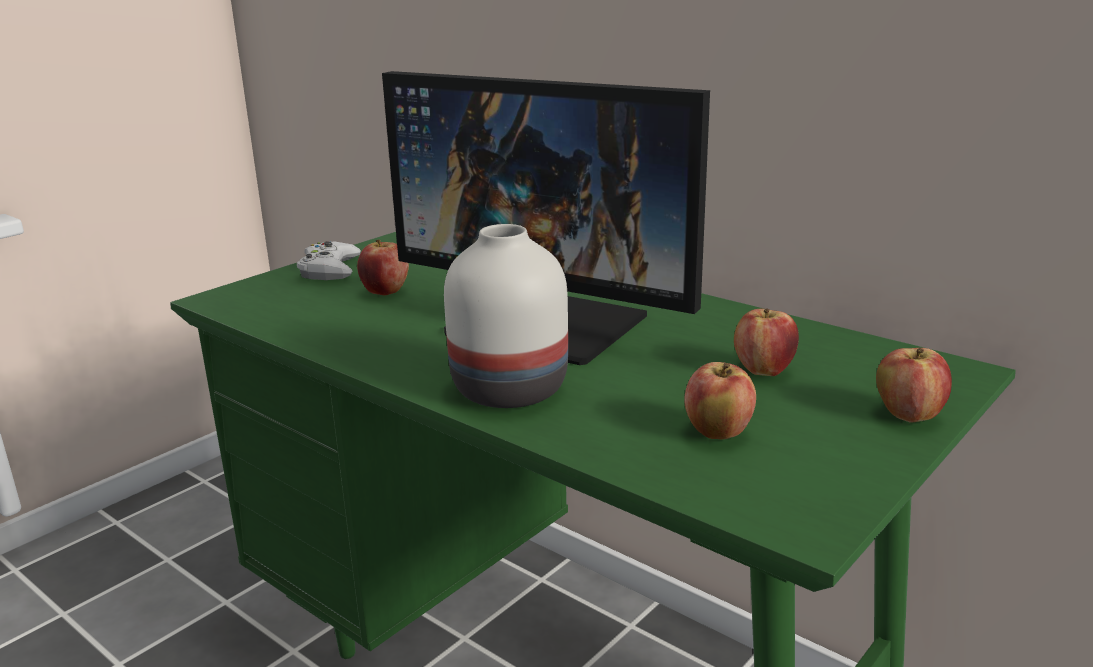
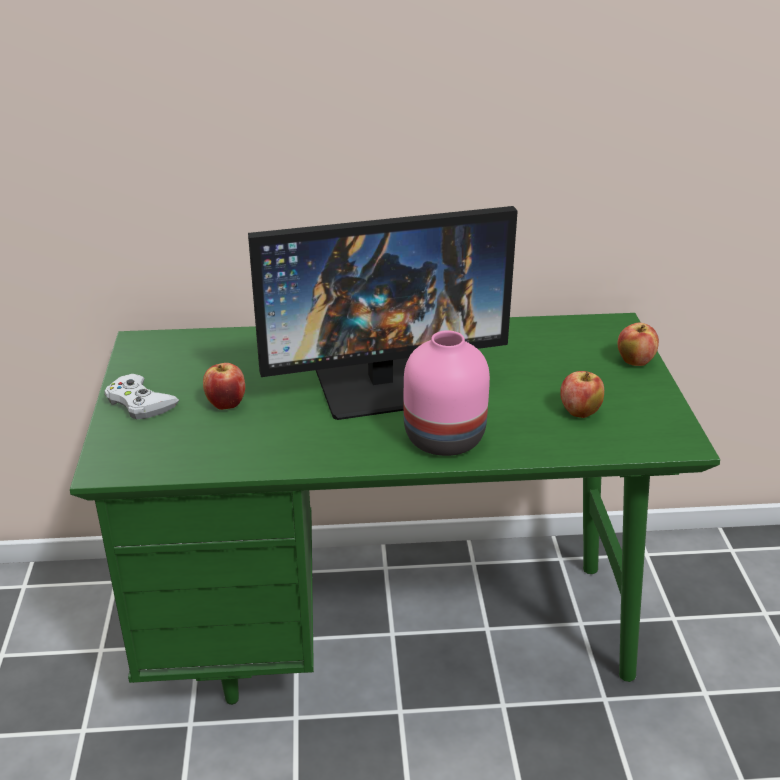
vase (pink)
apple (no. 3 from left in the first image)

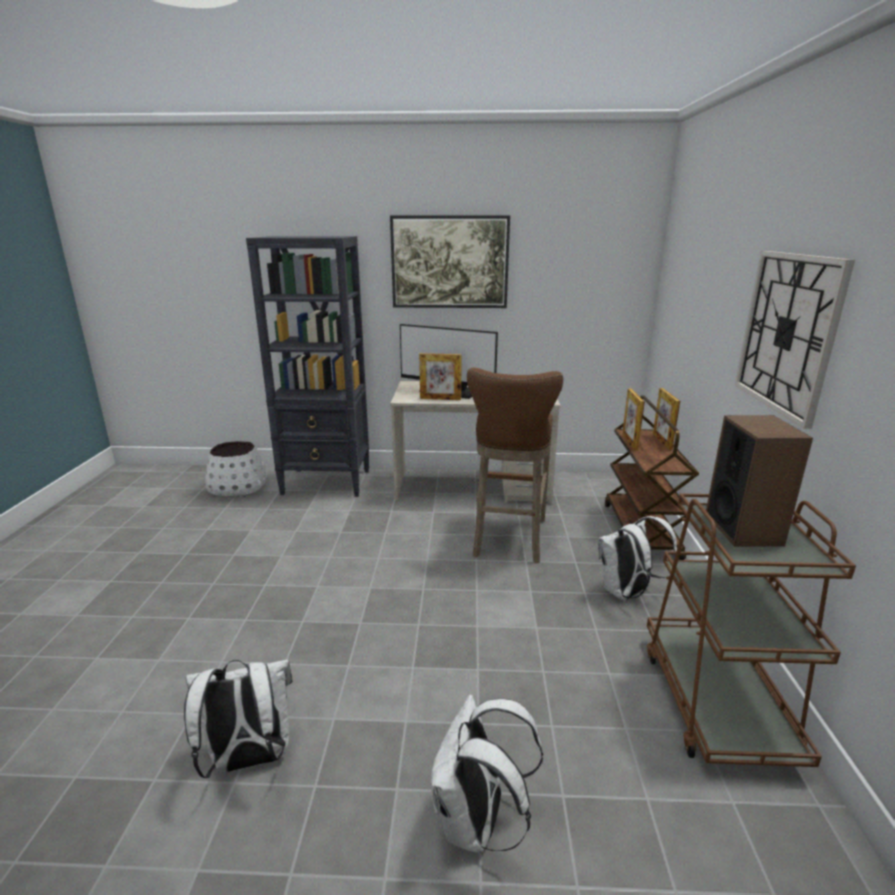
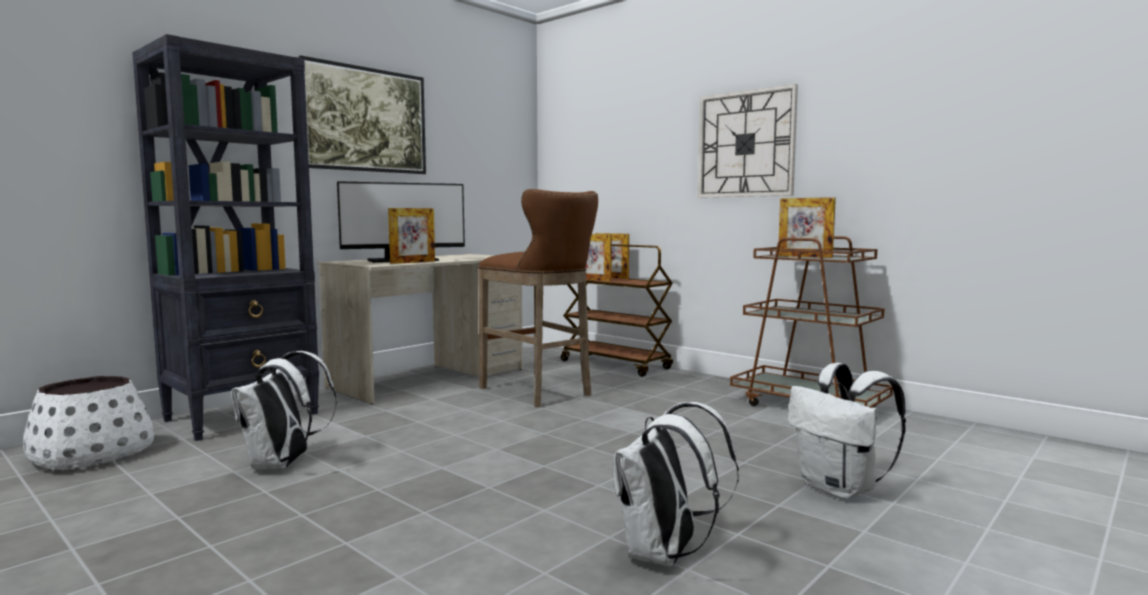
backpack (white) (no. 1 from left)
picture frame (no. 4 from left)

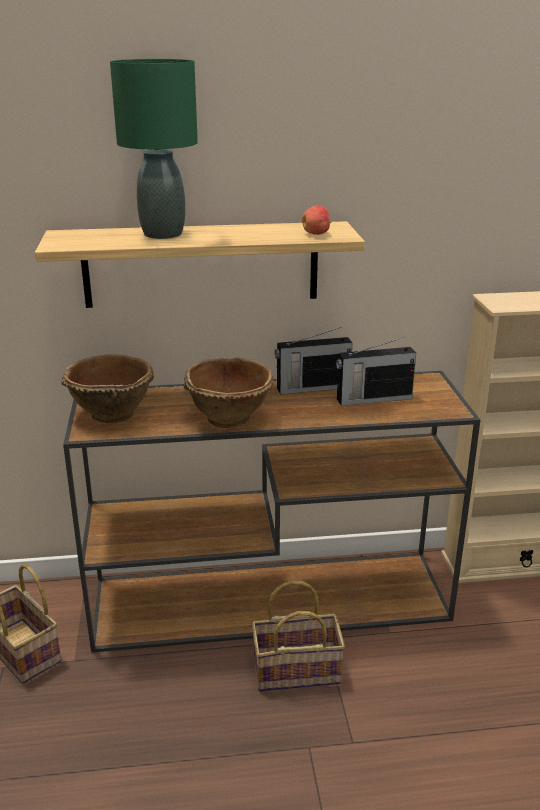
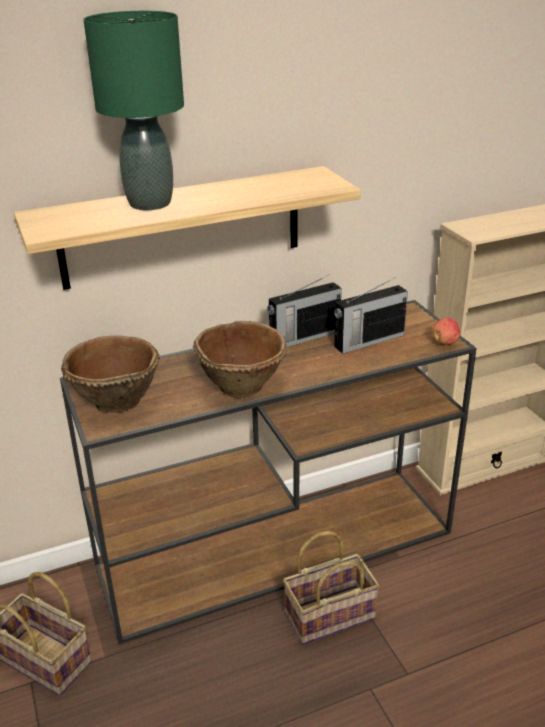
apple

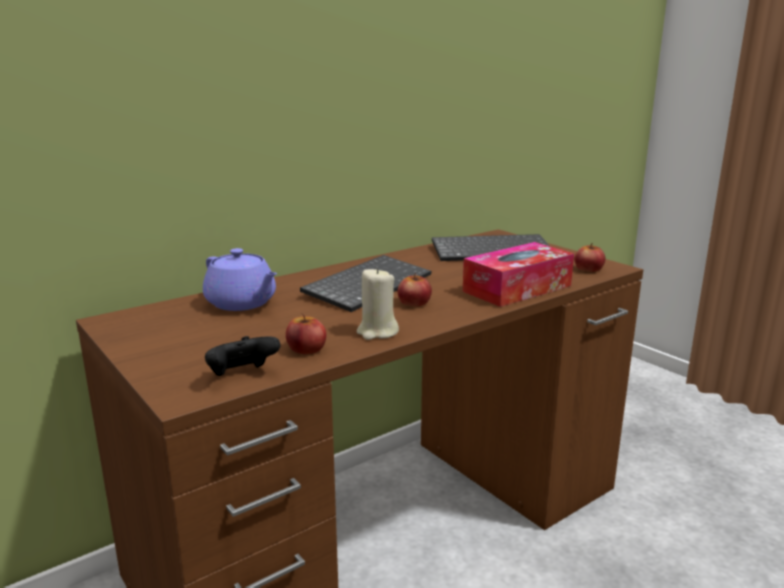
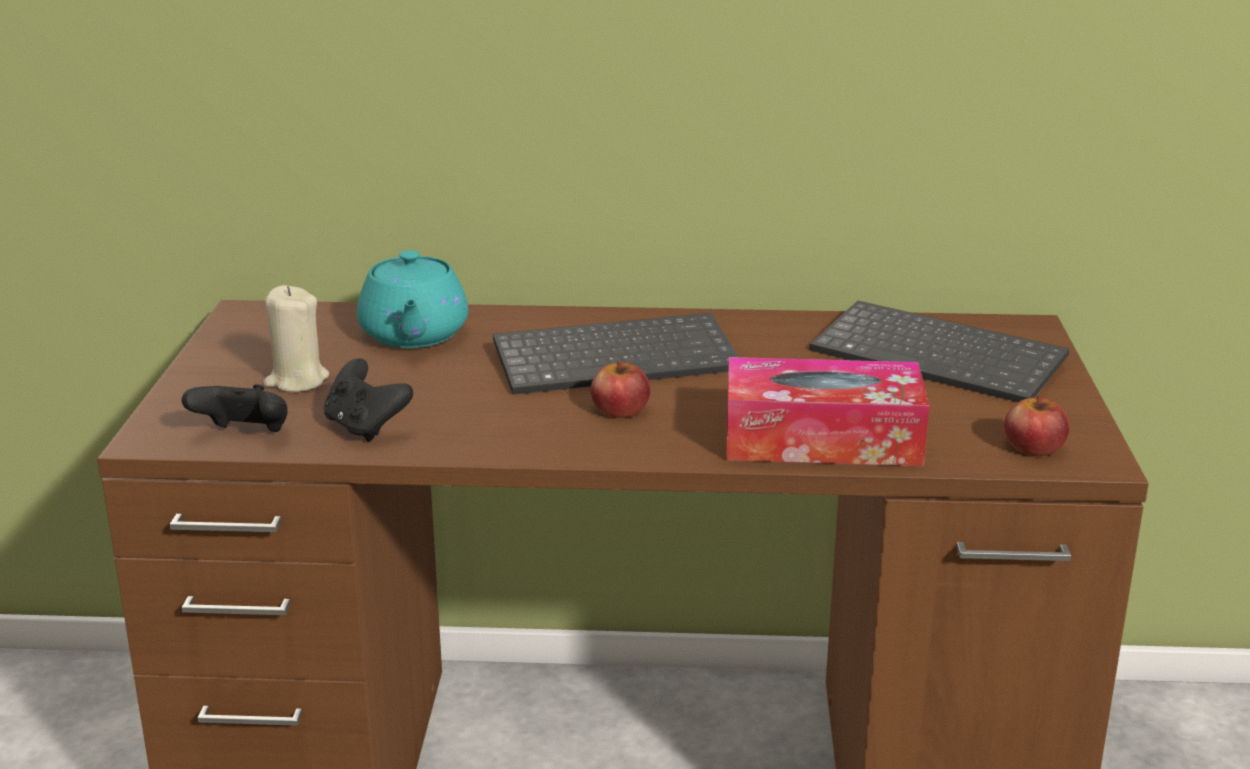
candle (beige)
game controller (black) (no. 2 from left)
teapot (turquoise)

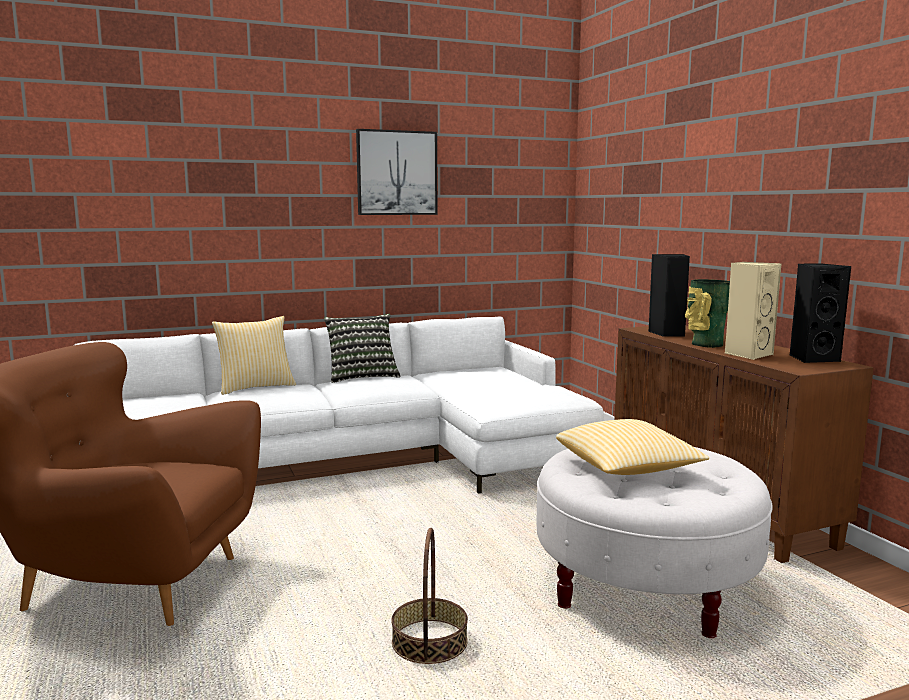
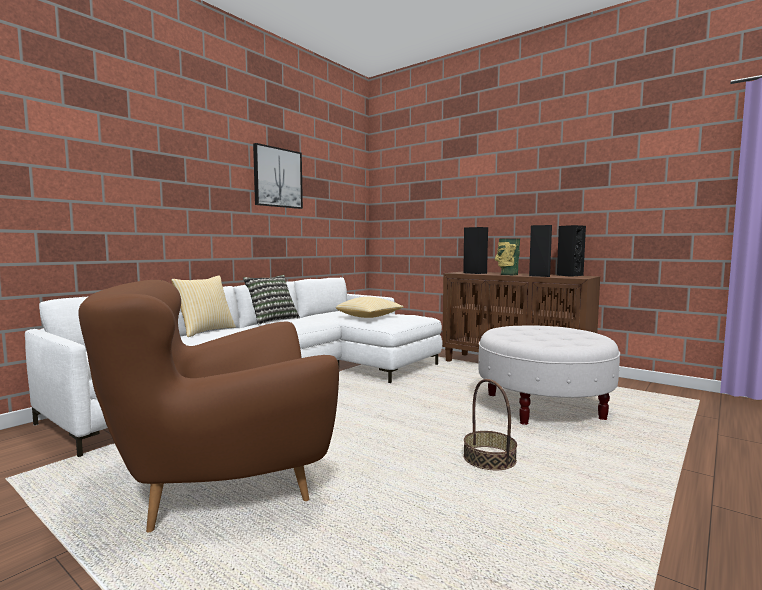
pillow (no. 3 from left)
speaker (black) (no. 2 from left)

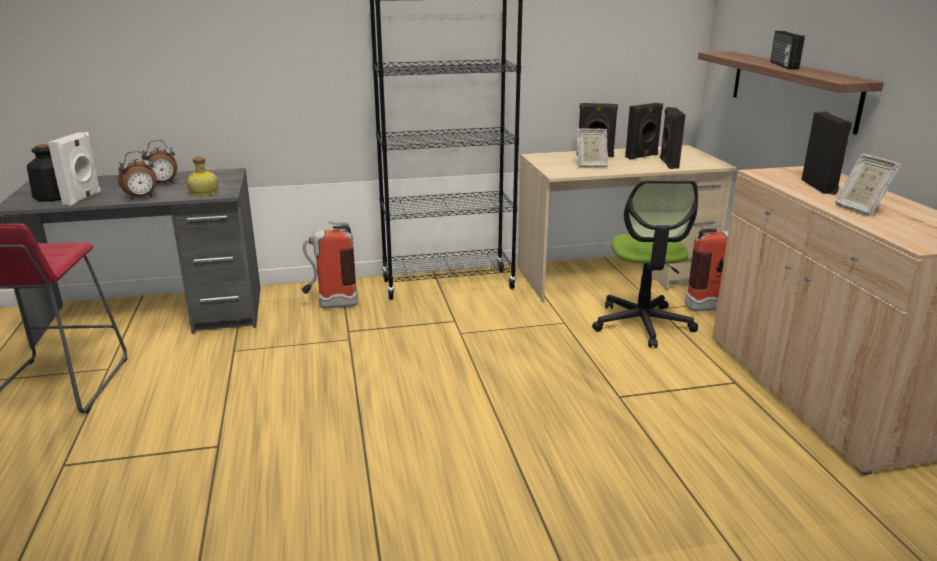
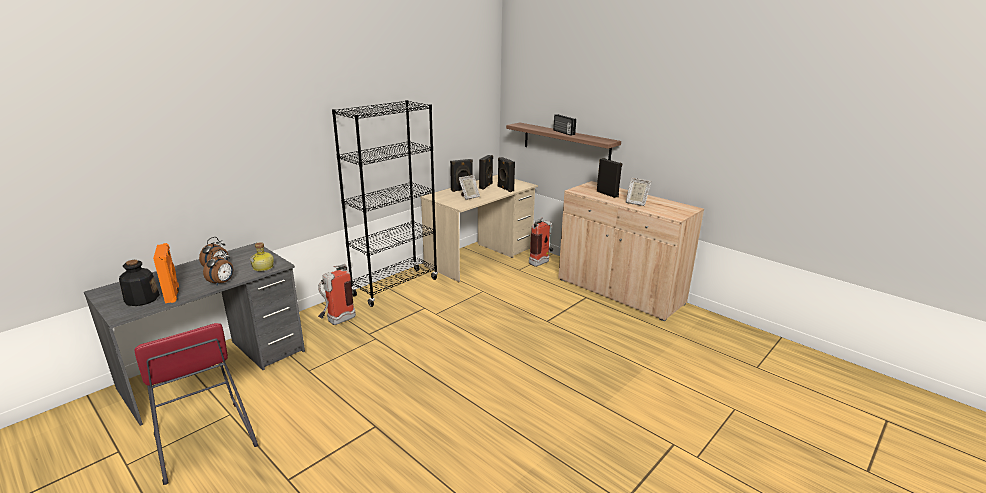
speaker (orange)
office chair

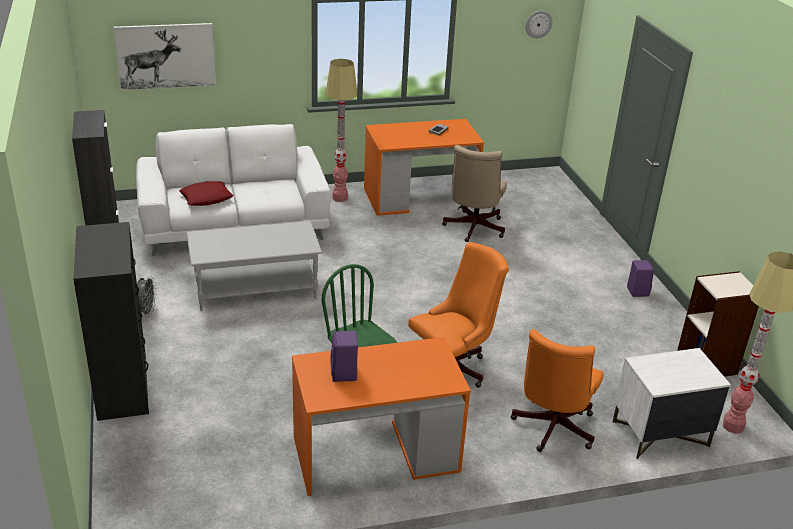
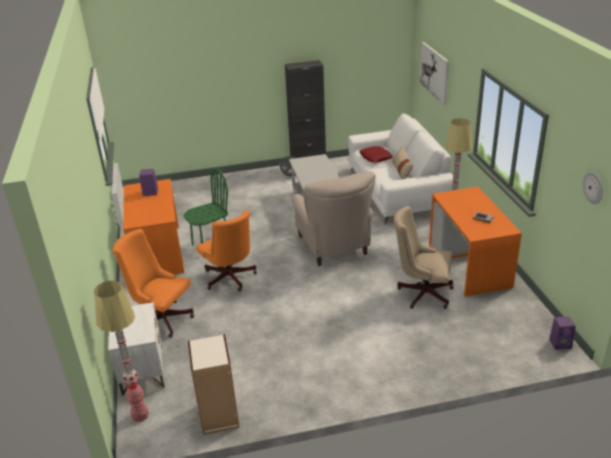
armchair (beige)
pillow (beige)
speaker (purple) (no. 2 from left)
dresser (black)

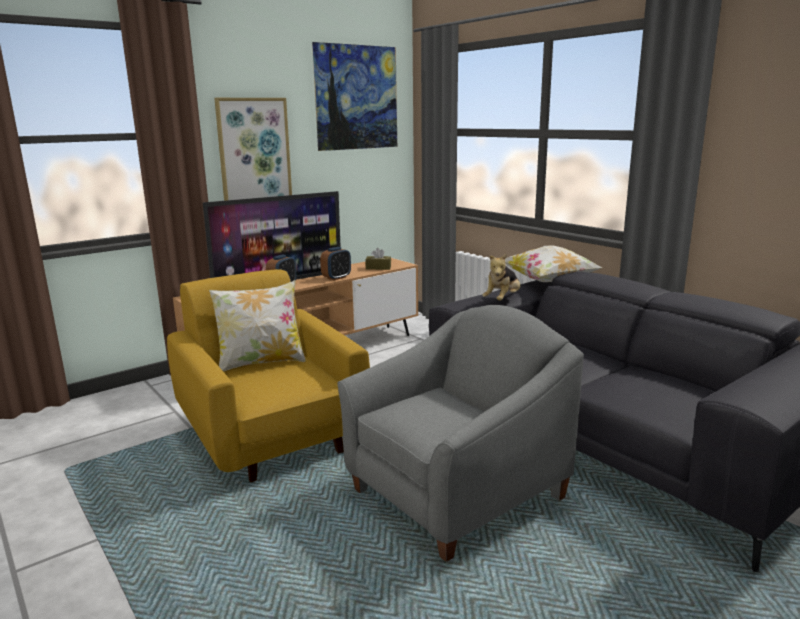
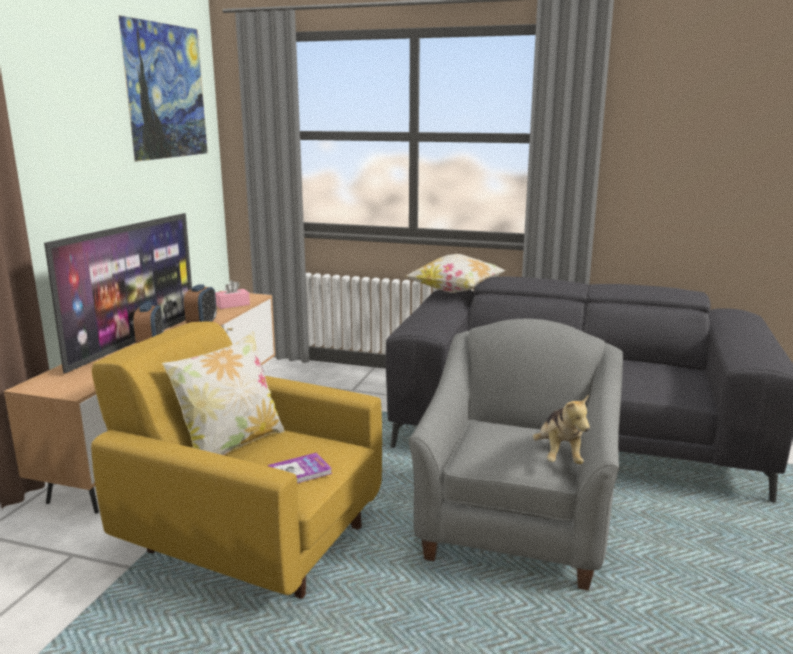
tissue box (pink)
book
plush toy
picture (no. 1 from left in the first image)

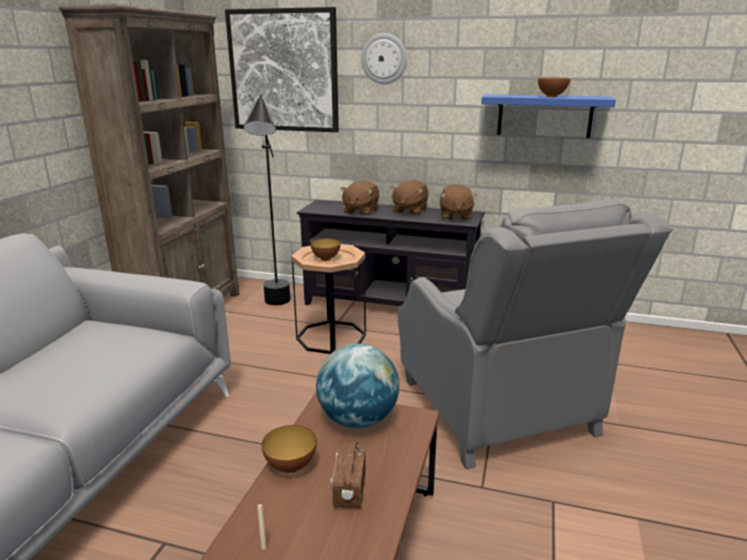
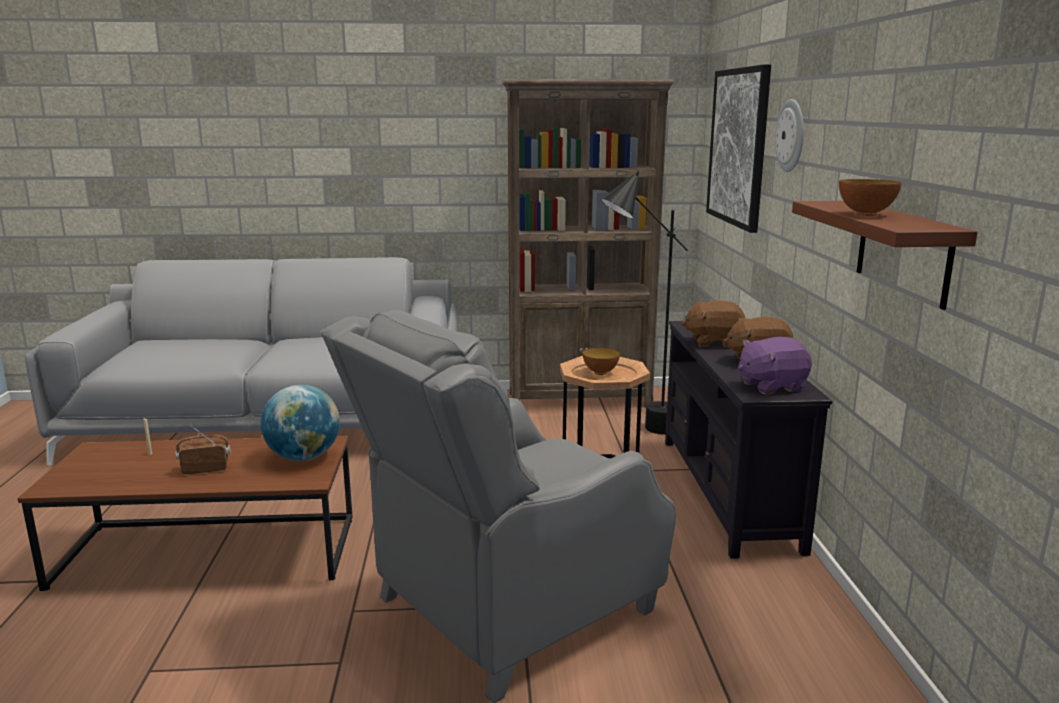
plush toy (purple)
shelf (brown)
bowl (no. 1 from left in the first image)

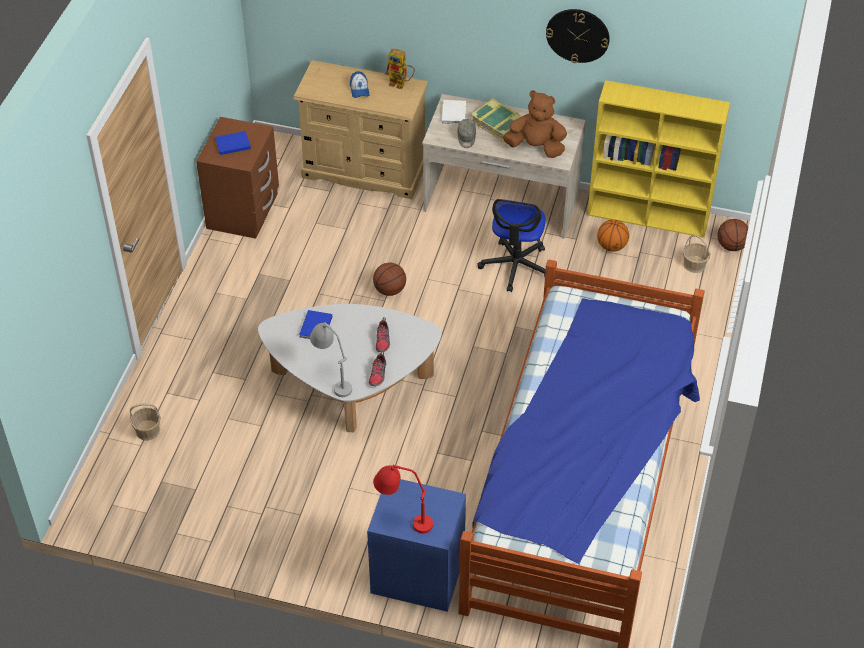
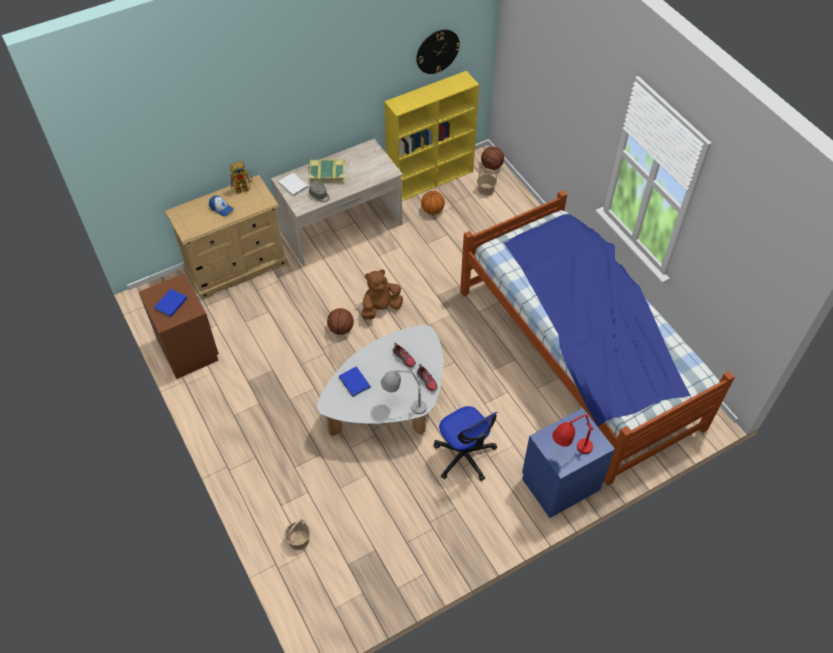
plush toy (brown)
wall clock
office chair

